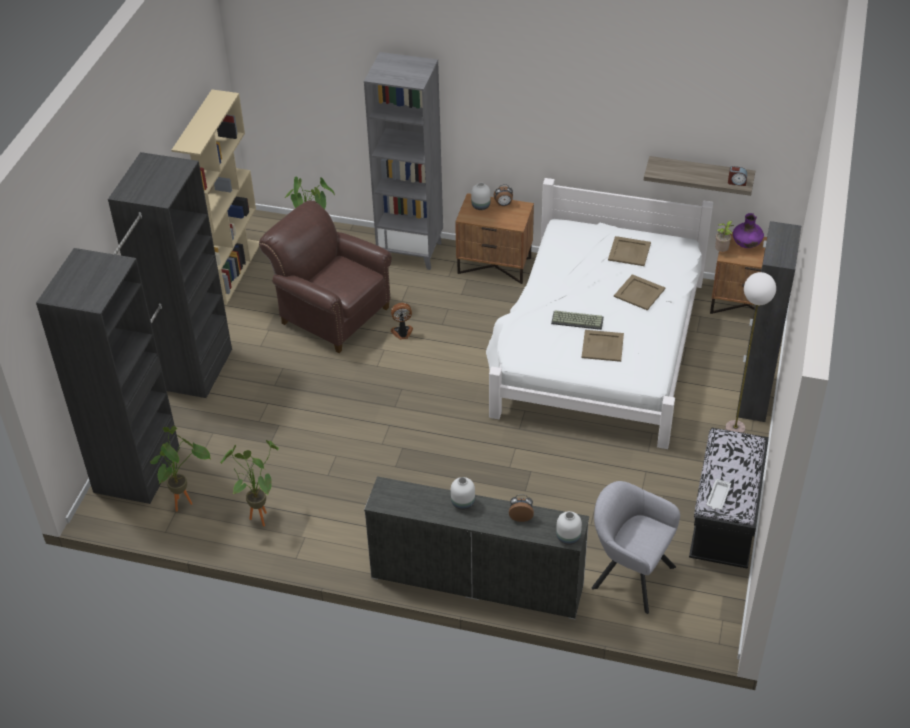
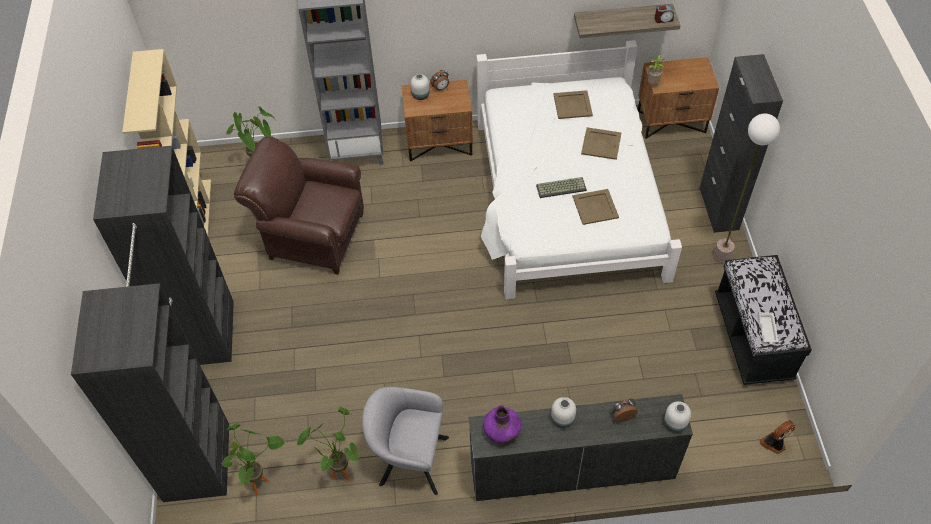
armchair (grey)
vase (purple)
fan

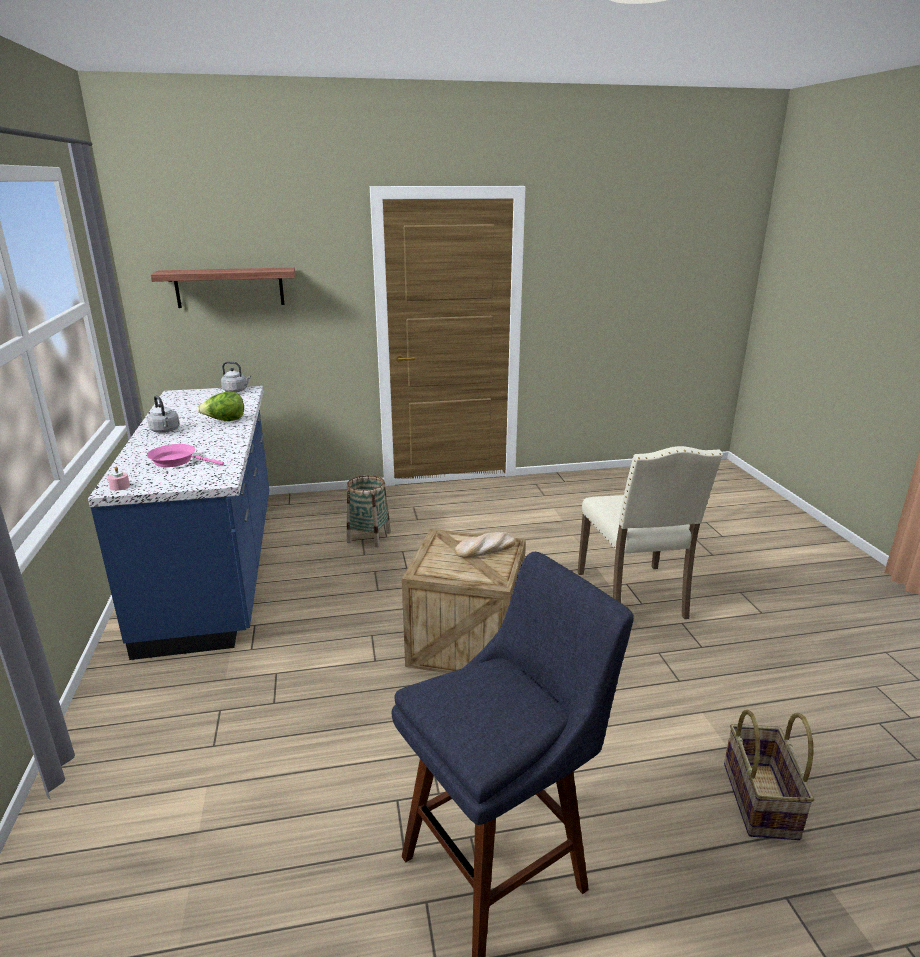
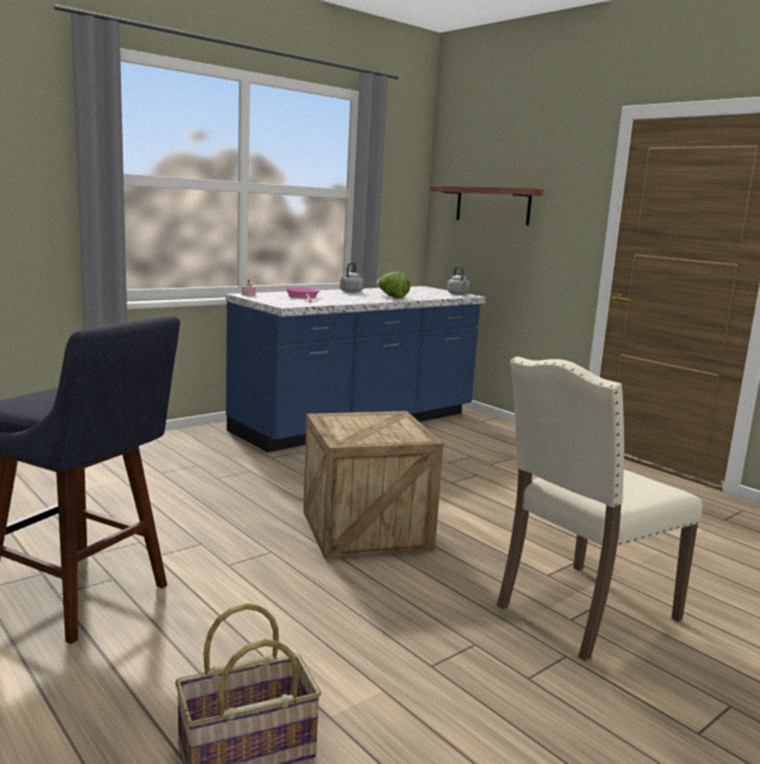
basket (no. 1 from left in the first image)
bread

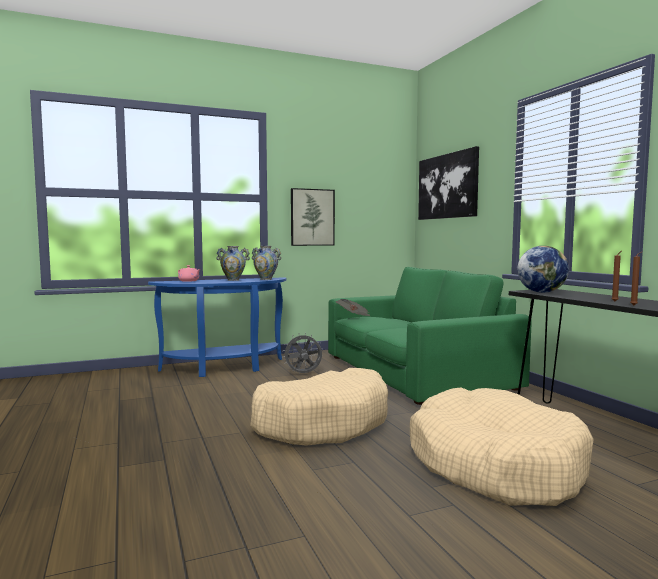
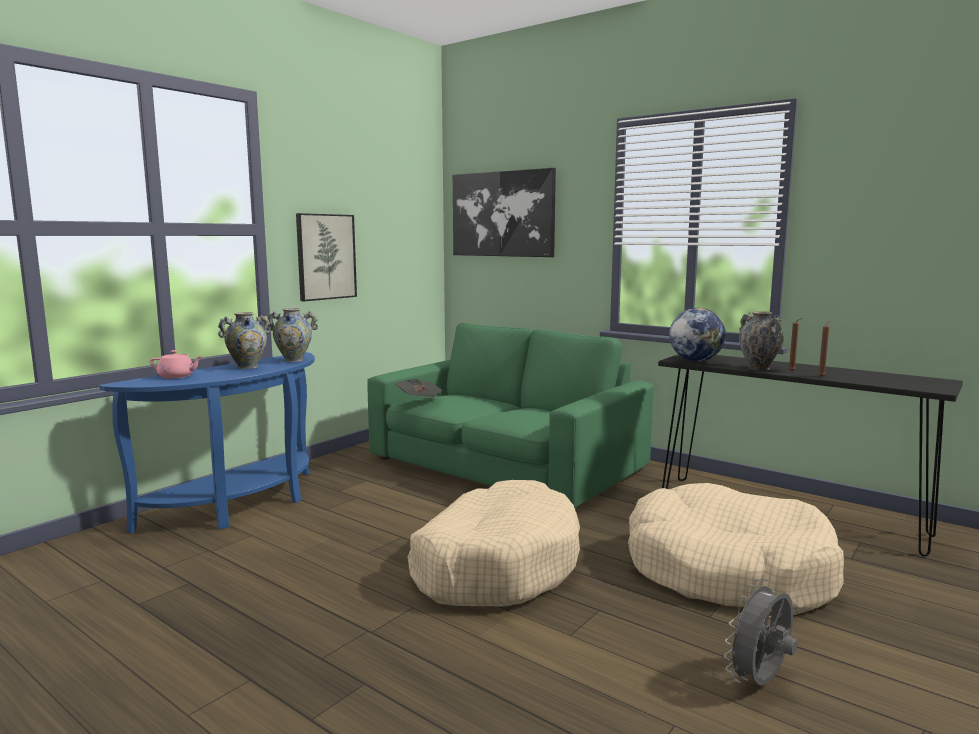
fan (grey)
vase (no. 3 from left)

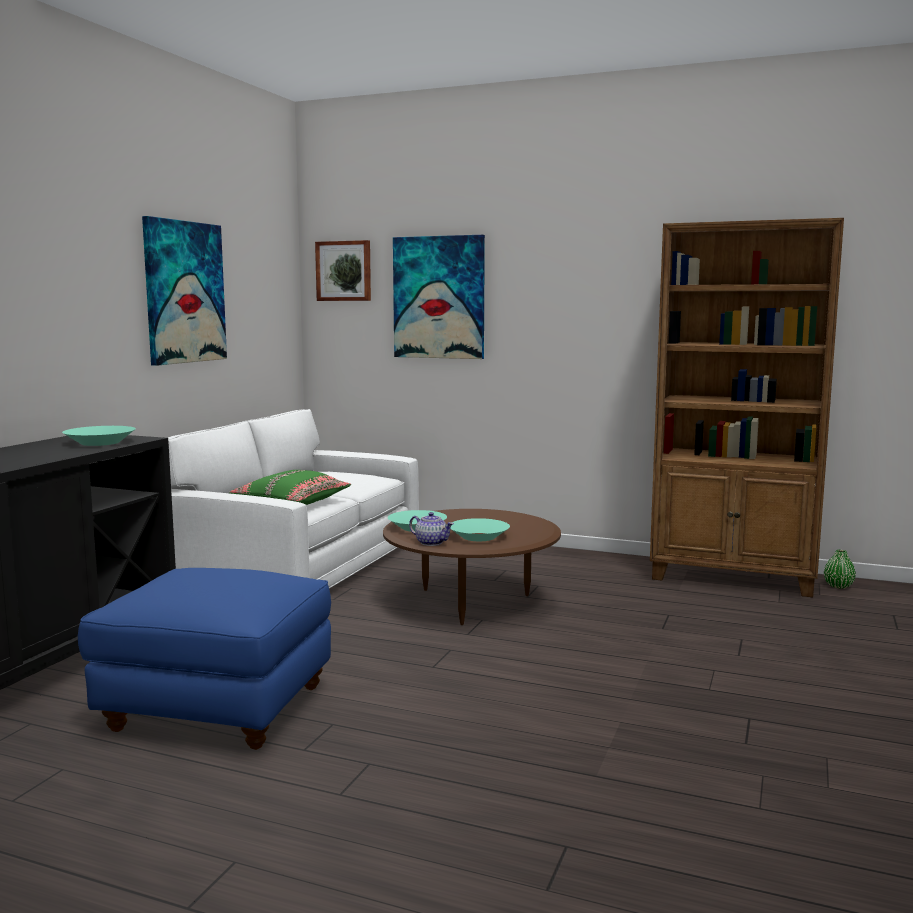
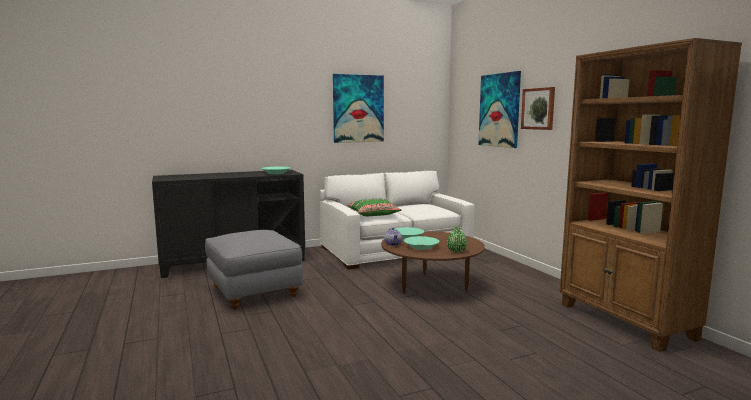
ottoman (grey)
vase (green)
picture (no. 3 from left)

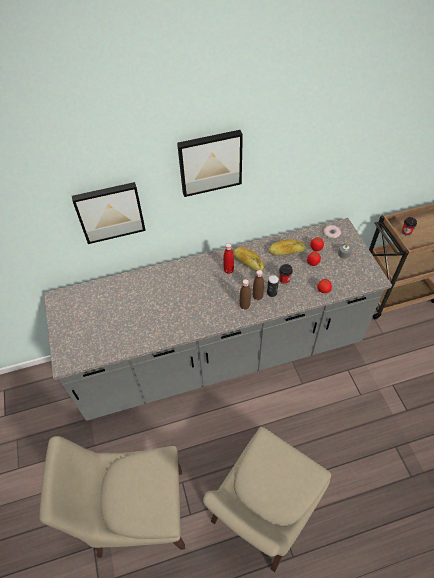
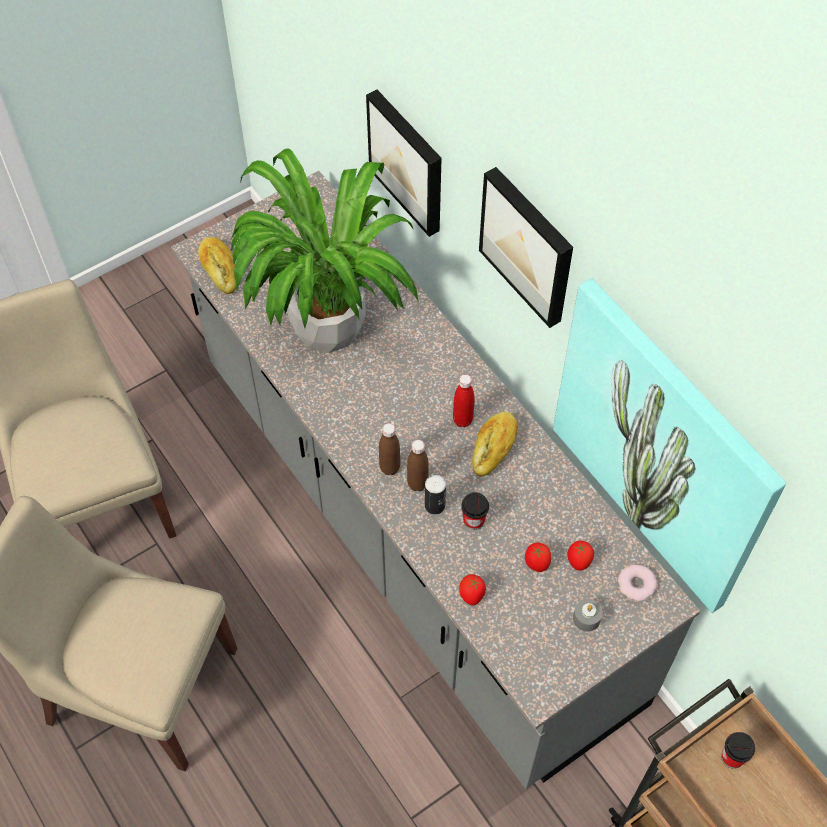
bread (no. 1 from left)
potted plant
picture (no. 3 from left)

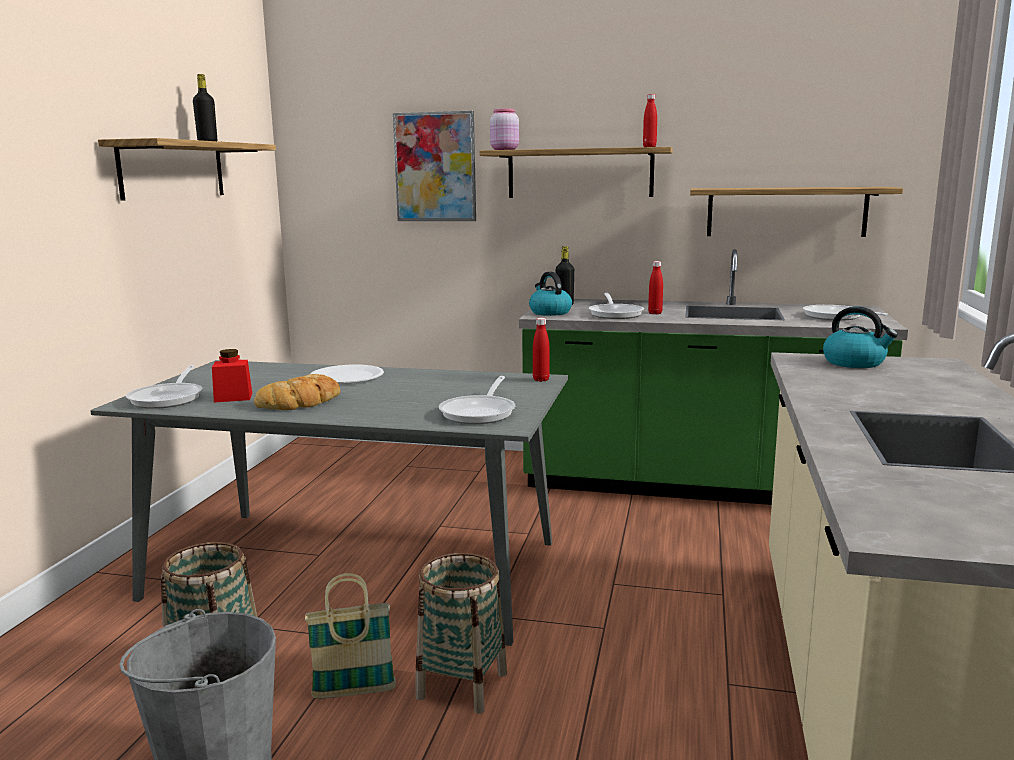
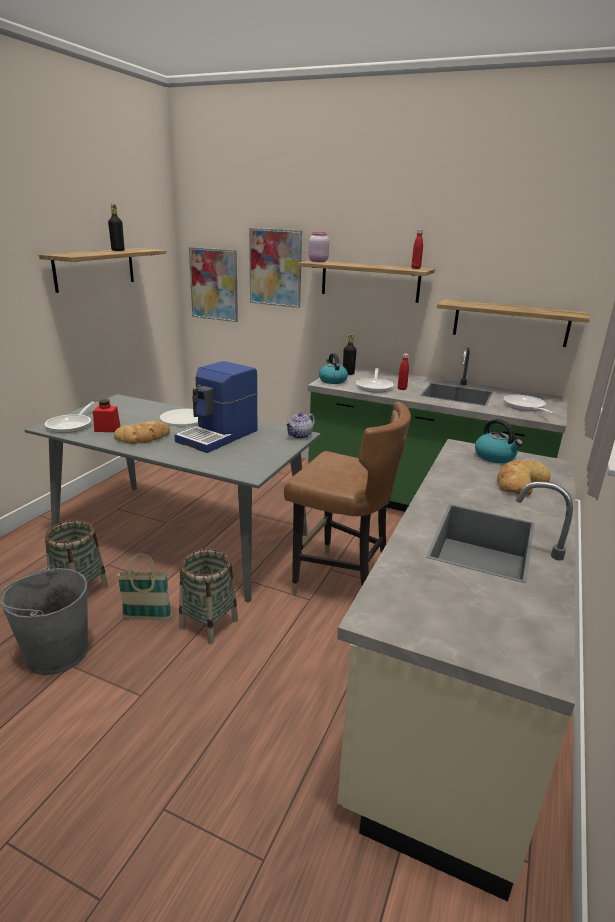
coffee machine
picture (no. 1 from left)
chair (brown)
teapot
bread (no. 2 from left)
frying pan (no. 2 from left in the first image)

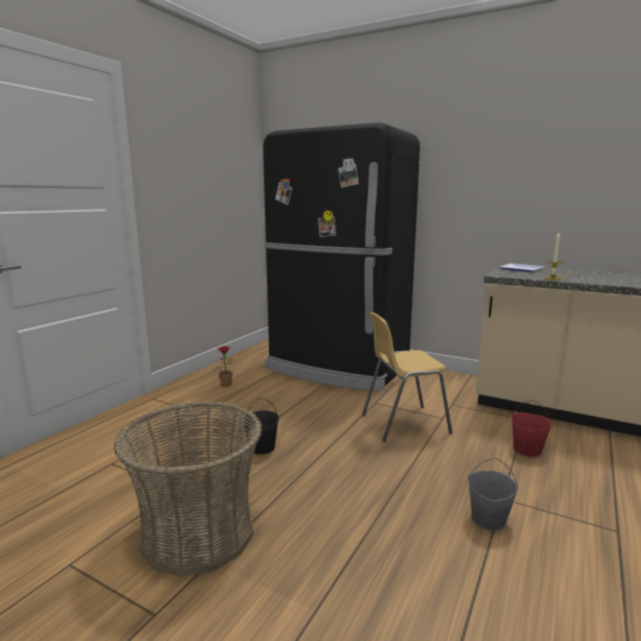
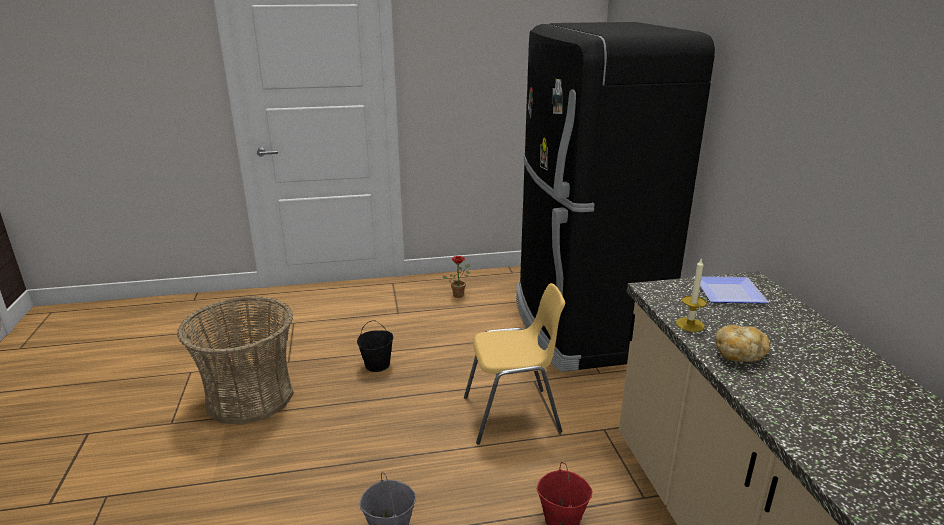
chair (yellow)
bread

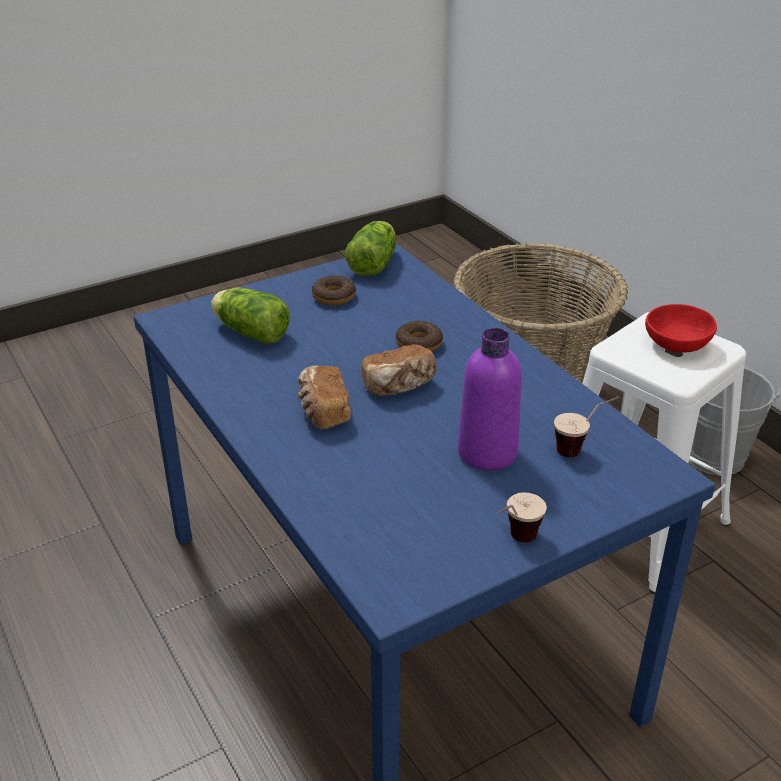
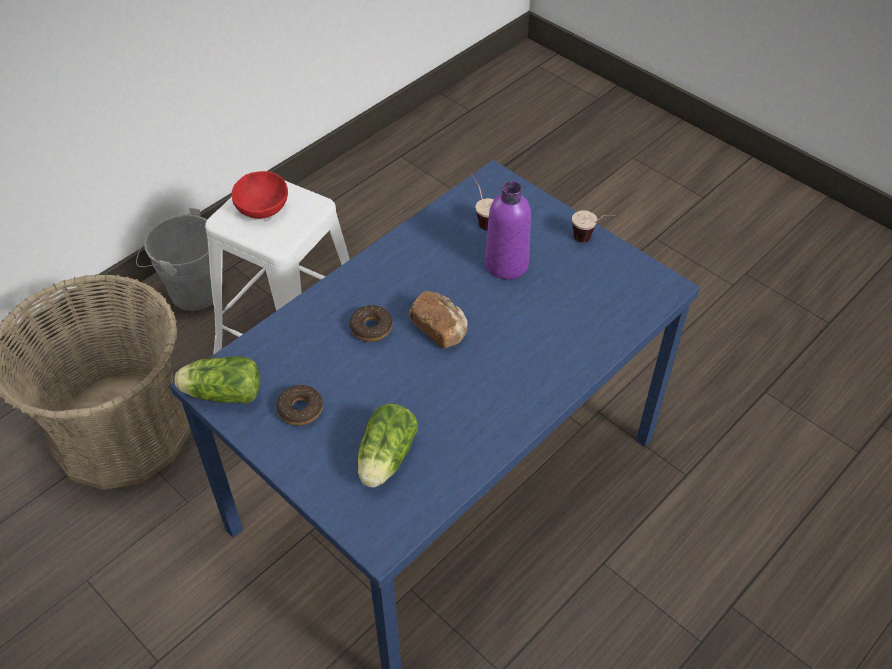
bread (no. 1 from left in the first image)

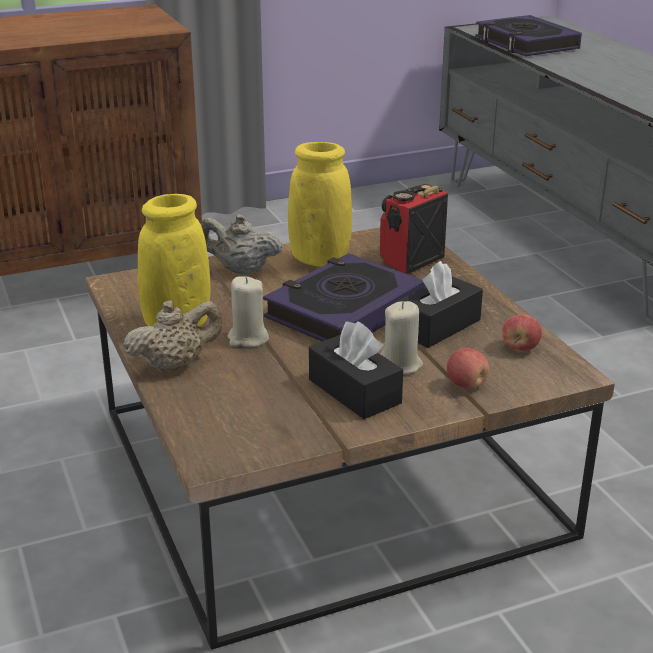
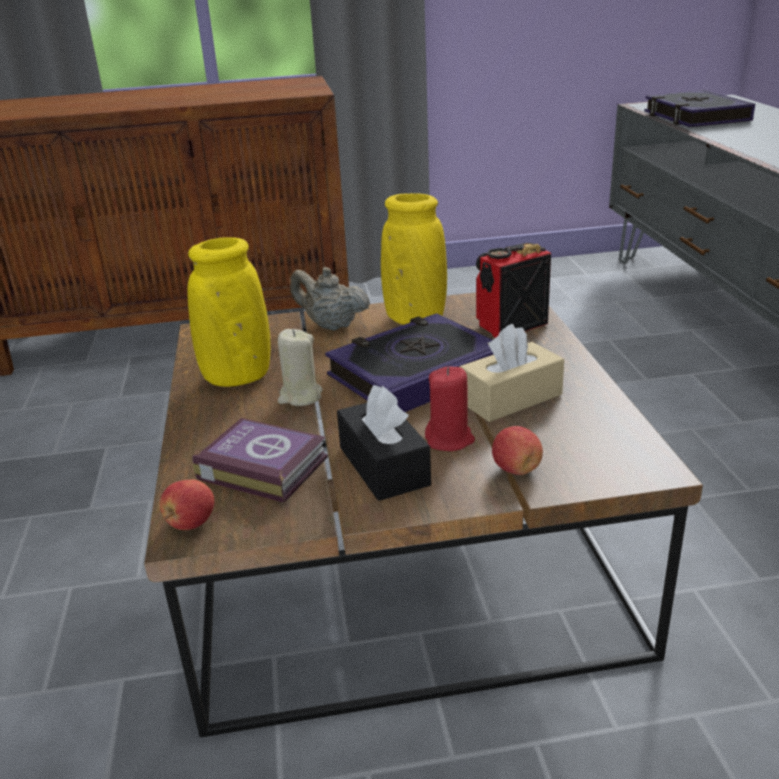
apple (no. 1 from left)
book (no. 1 from left)
candle (red)
tissue box (beige)
teapot (beige) (no. 1 from left in the first image)

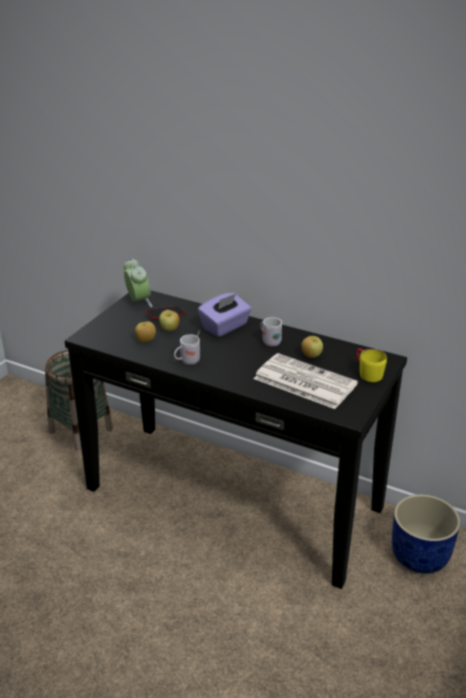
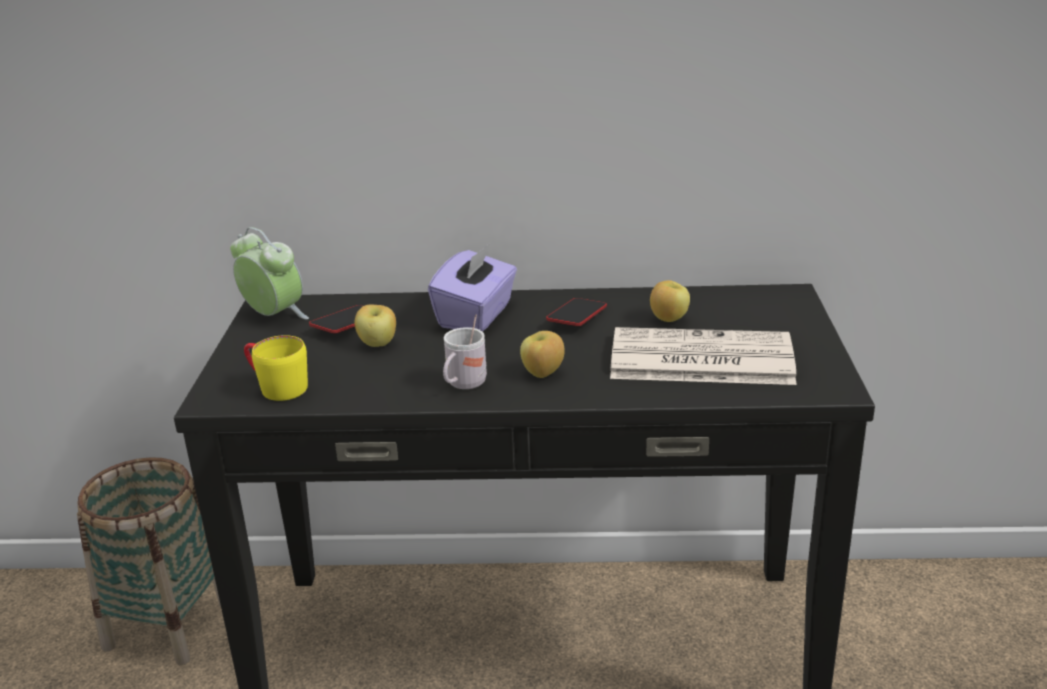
mug (yellow)
apple (no. 2 from left)
phone (no. 2 from left)
planter (blue)

